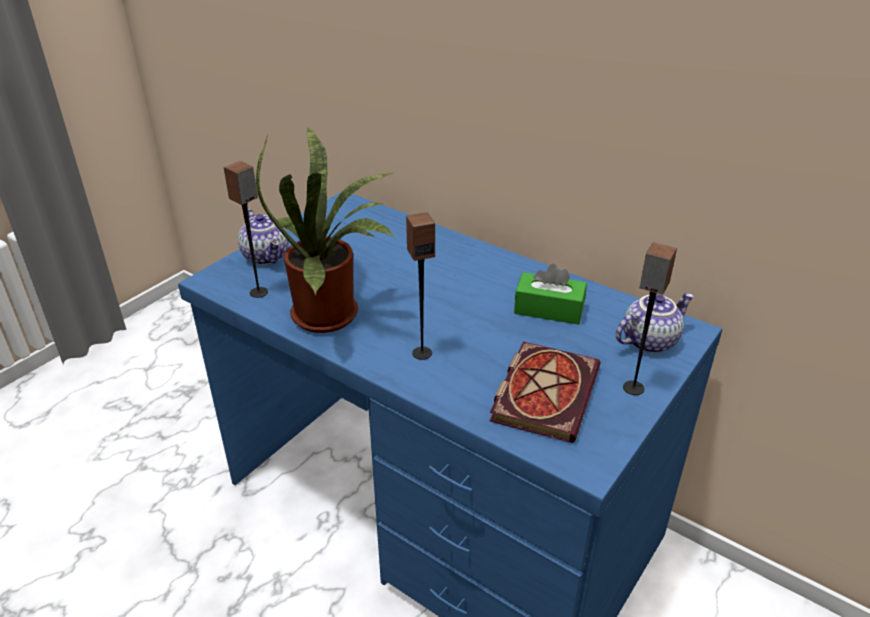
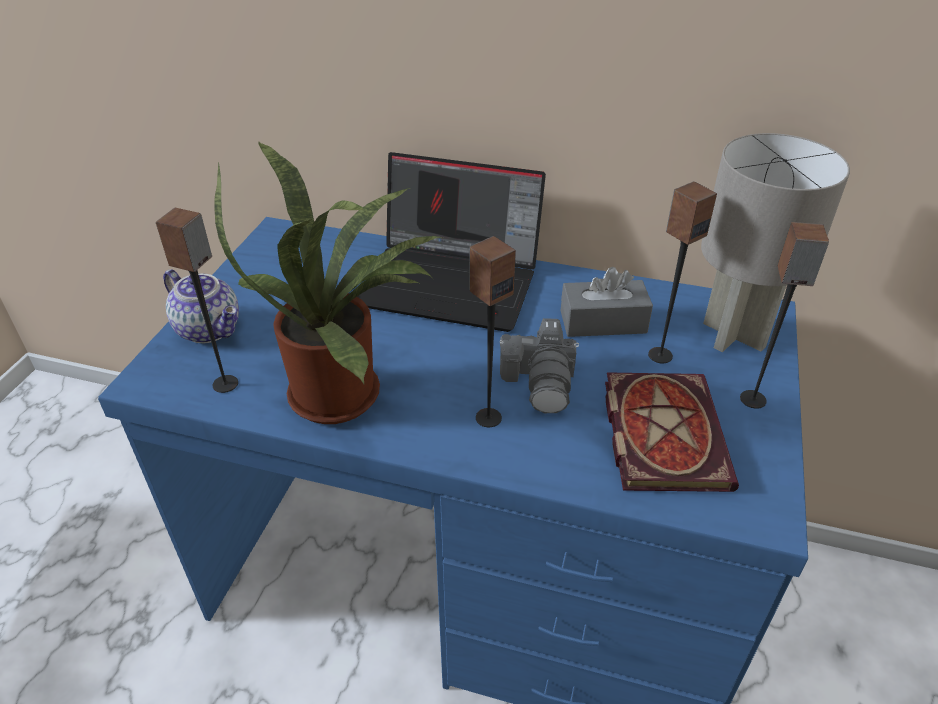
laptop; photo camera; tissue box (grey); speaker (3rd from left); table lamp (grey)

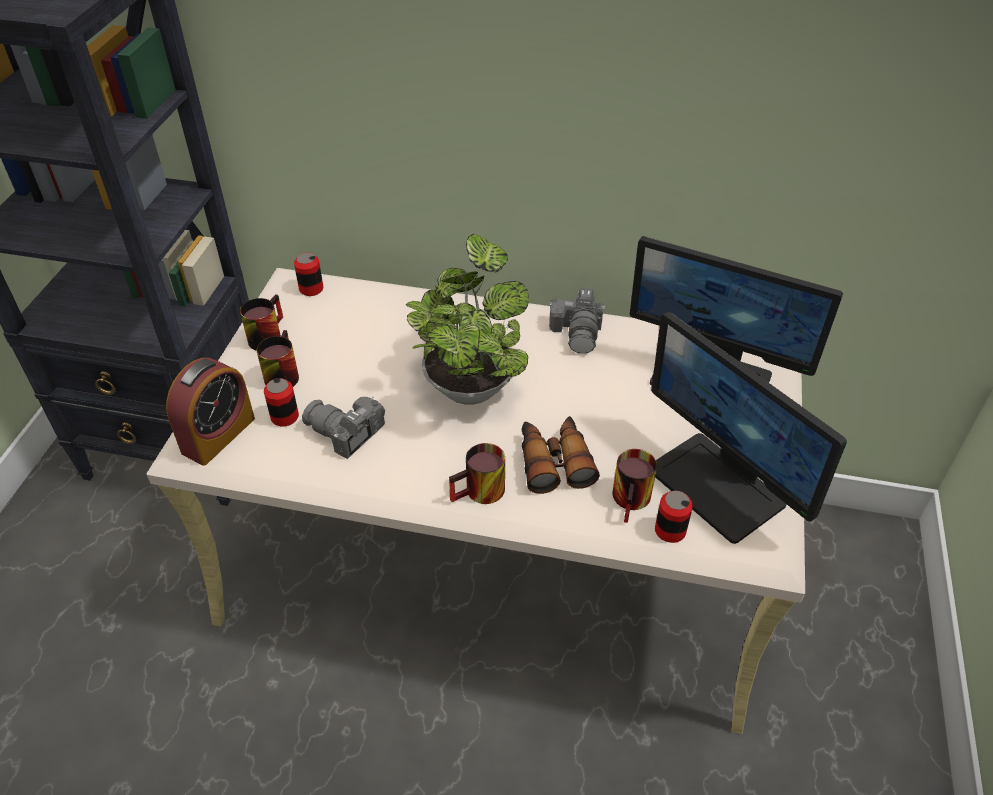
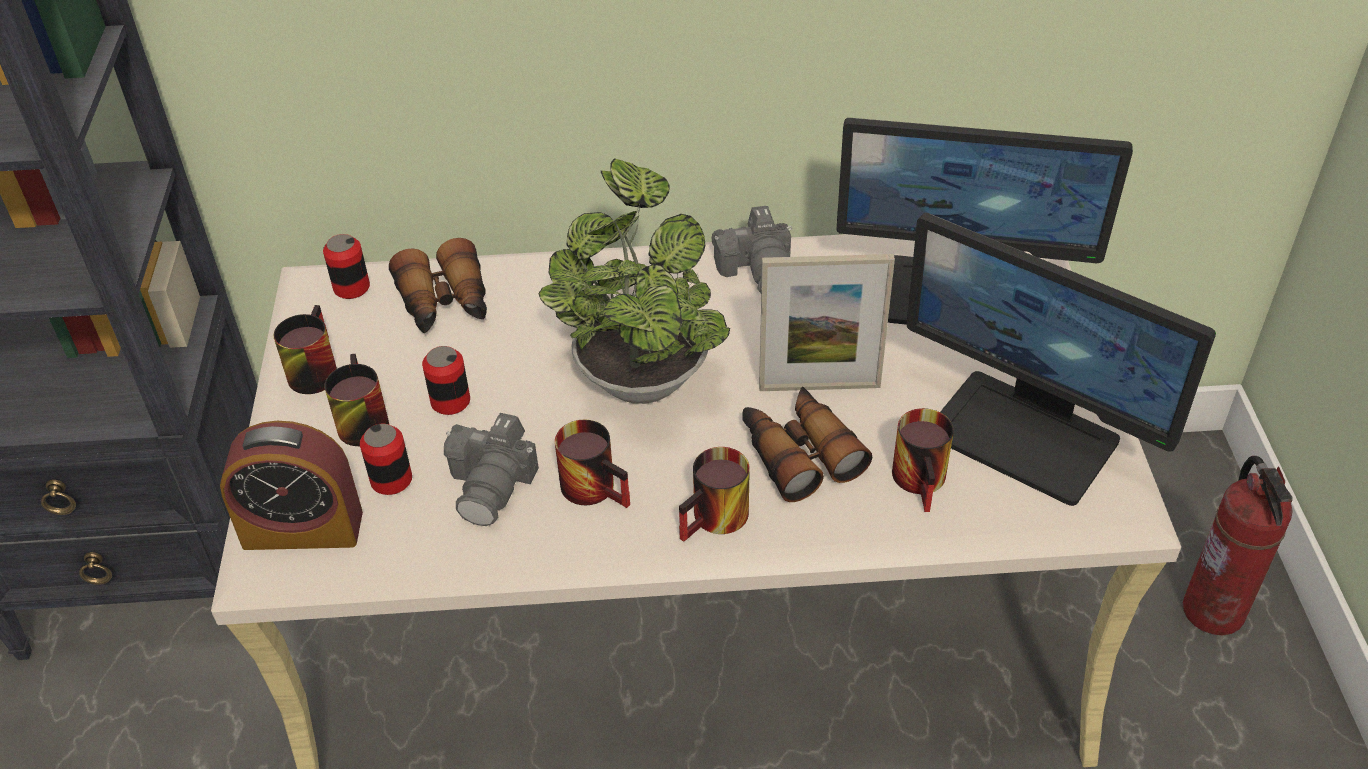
alarm clock; binoculars (1st from left); can (3rd from left); photo camera (1st from left); mug (3rd from left); picture frame; fire extinguisher

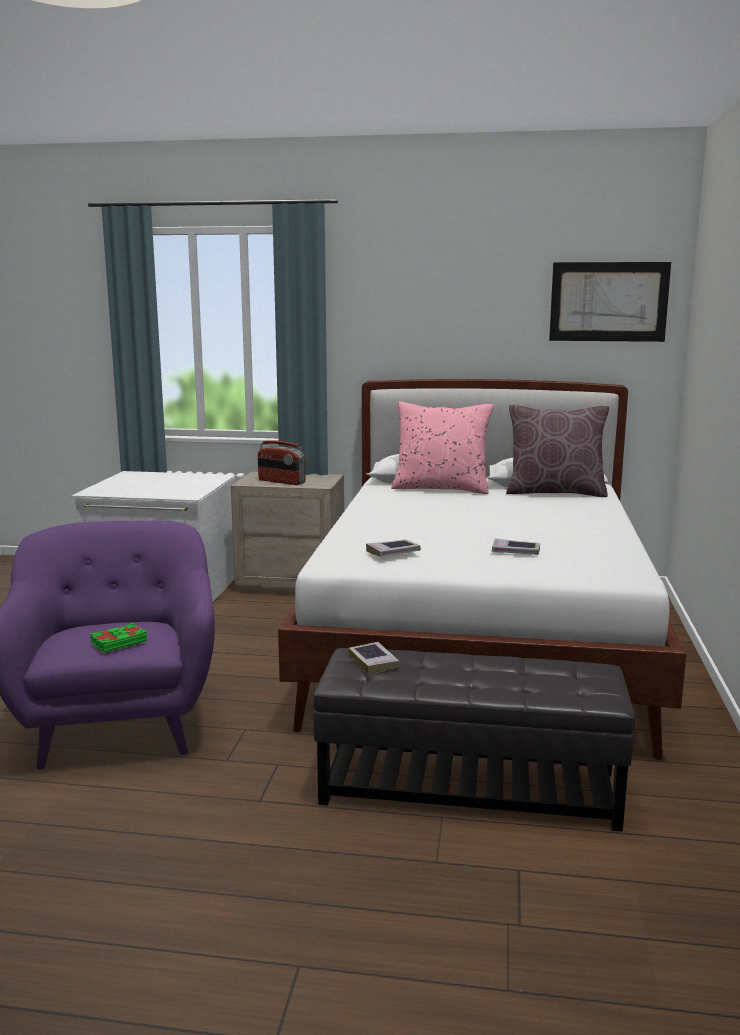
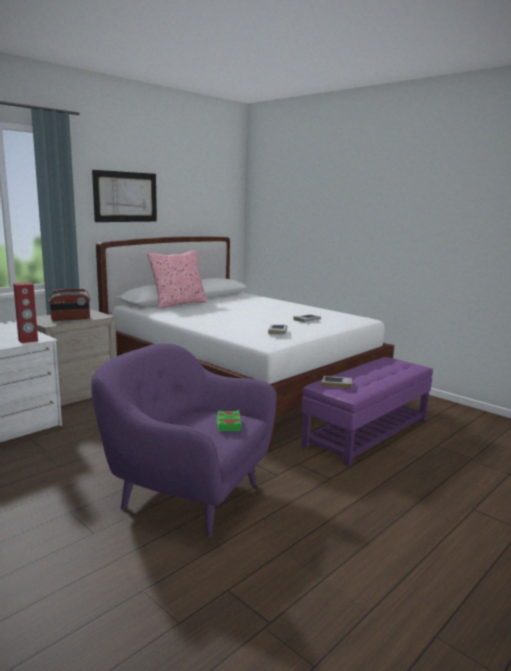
speaker (red); picture; ottoman (purple); pillow (brown)

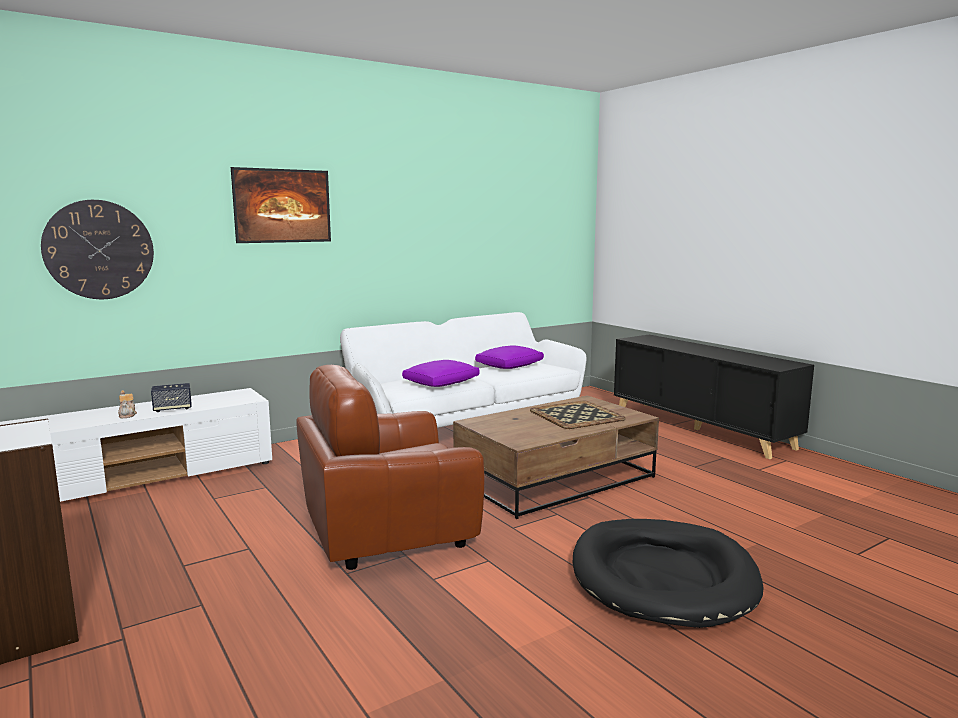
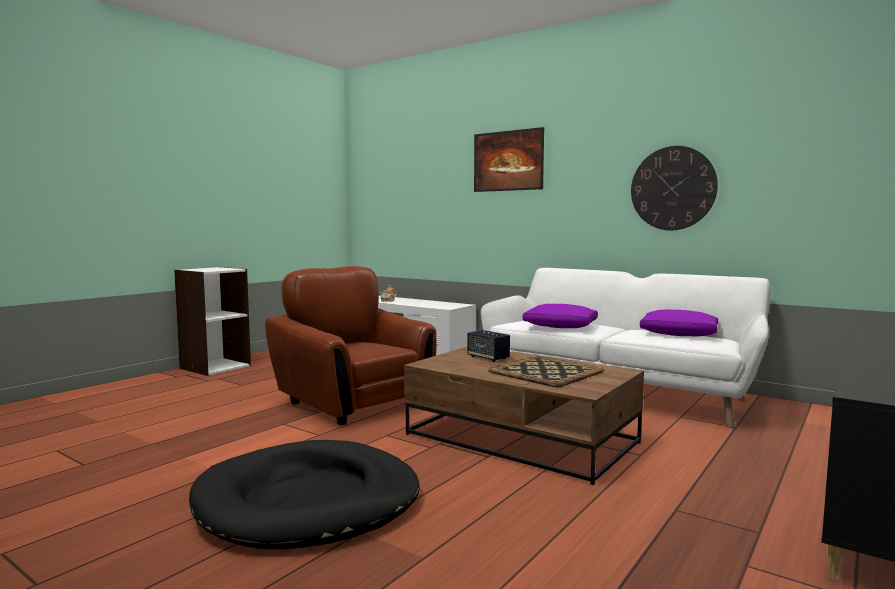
speaker; wall clock

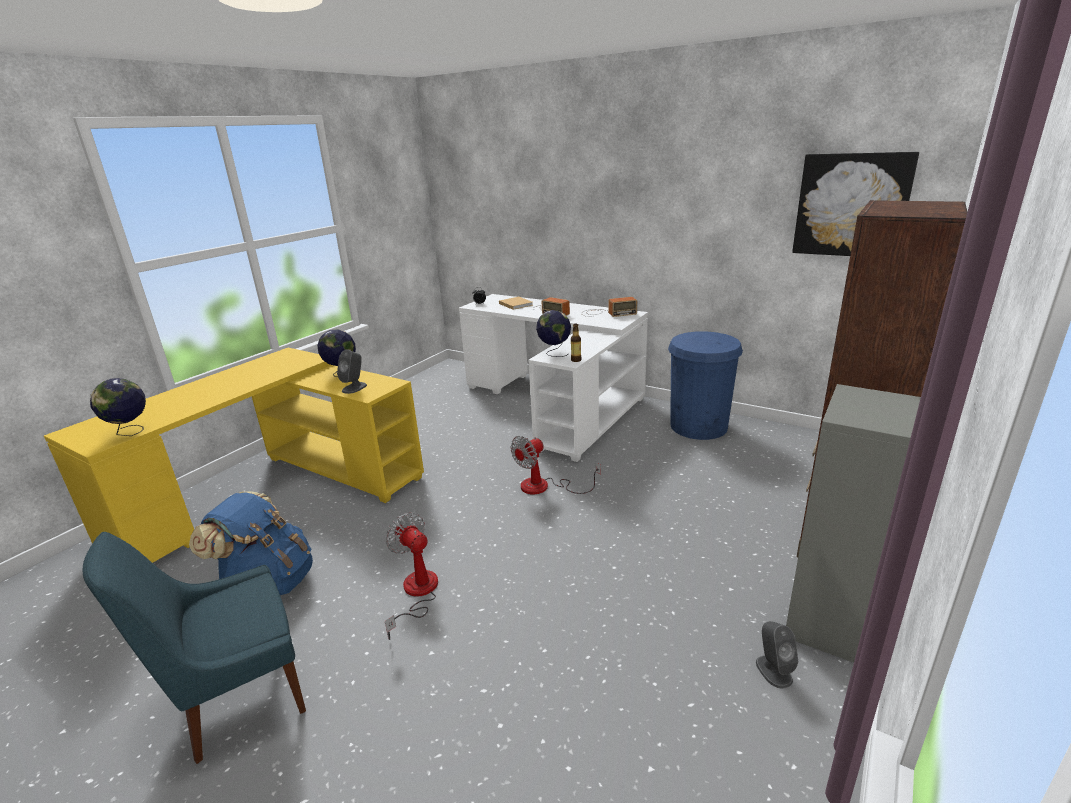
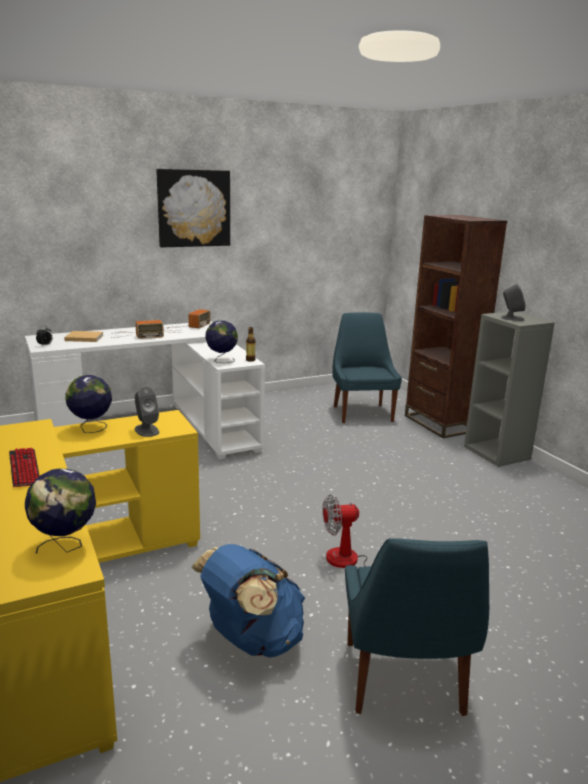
keyboard; picture; chair (blue) (1st from left); speaker (grey) (2nd from left); fan (2nd from left in the first image); trash can (blue)

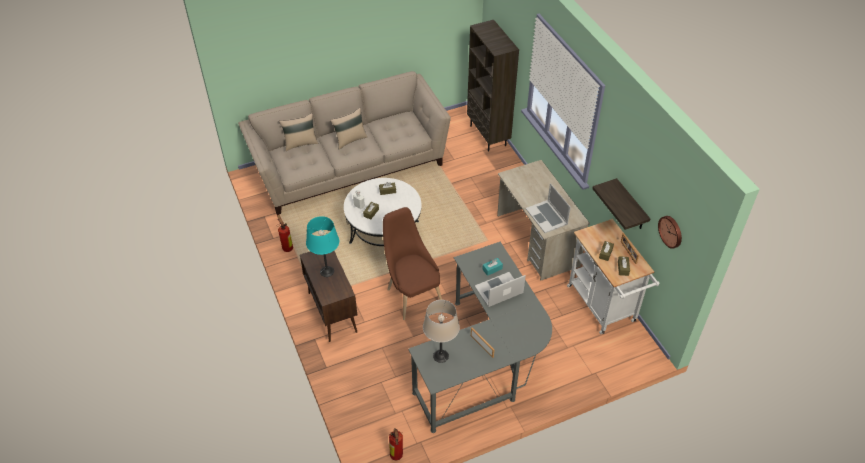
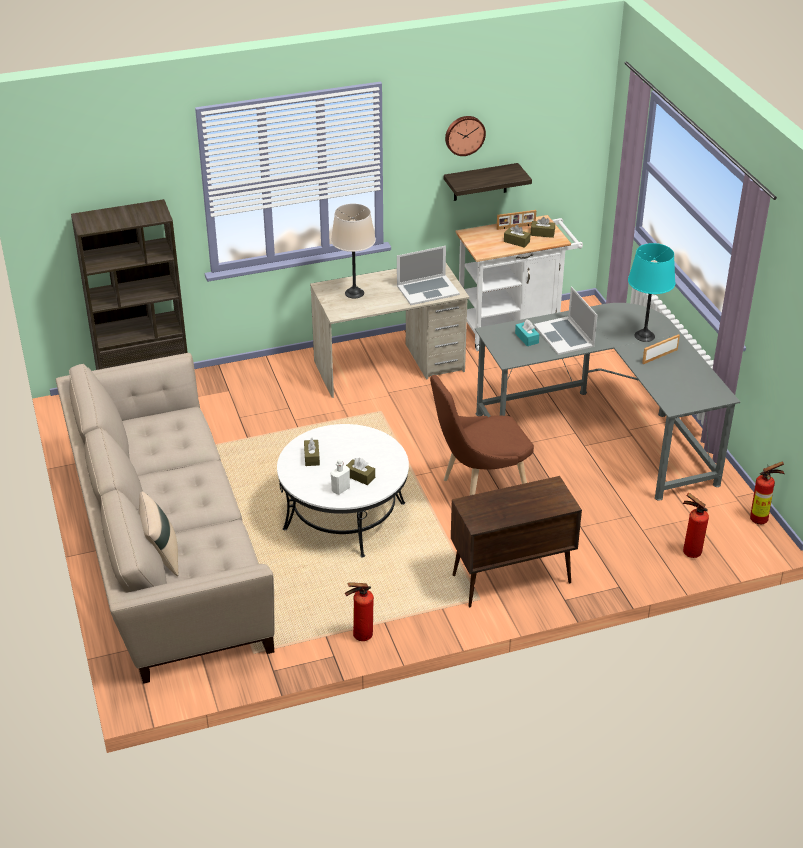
table lamp (beige); wall clock; table lamp (turquoise); fire extinguisher (2nd from left); pillow (beige) (2nd from left in the first image)

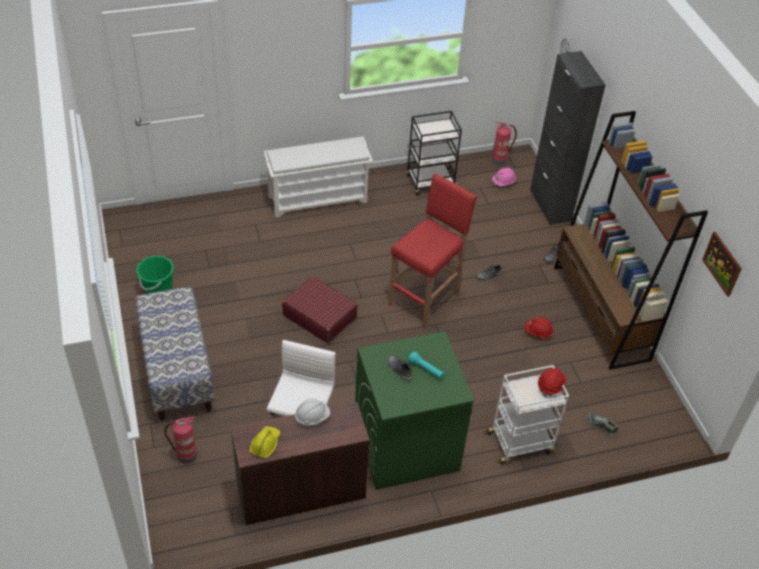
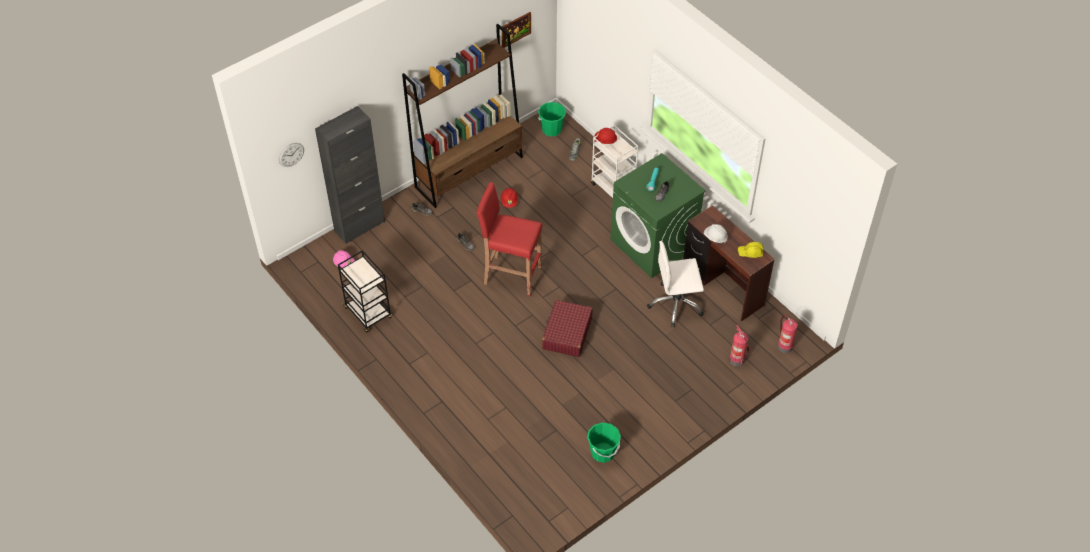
bucket (green) (1st from left); fire extinguisher (2nd from left); bench; shoe rack (white)

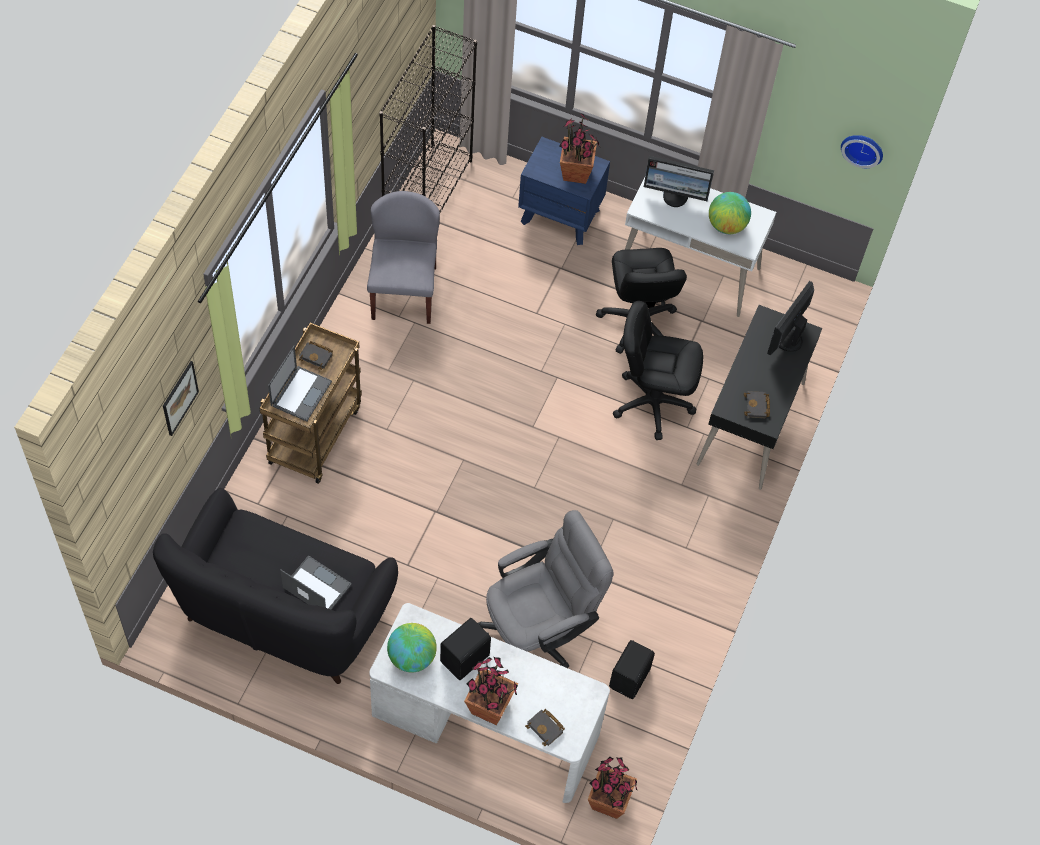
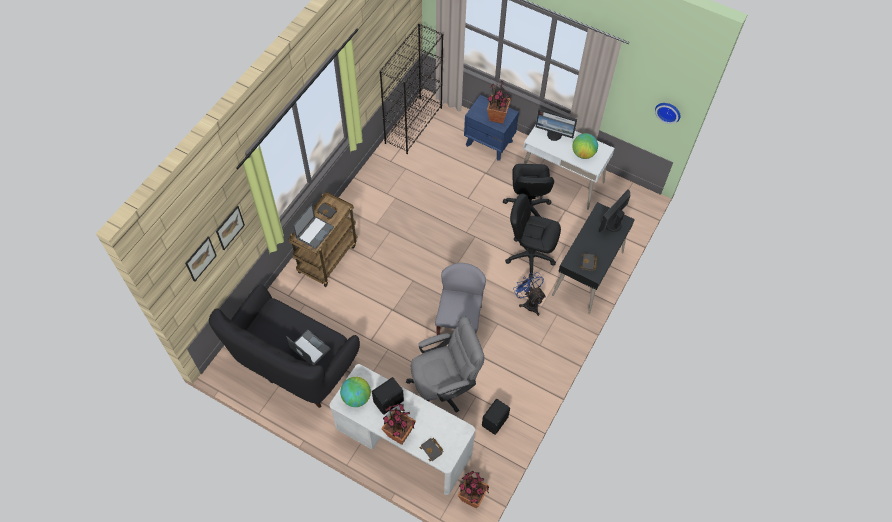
picture (1st from left); chair (grey); fan (blue)

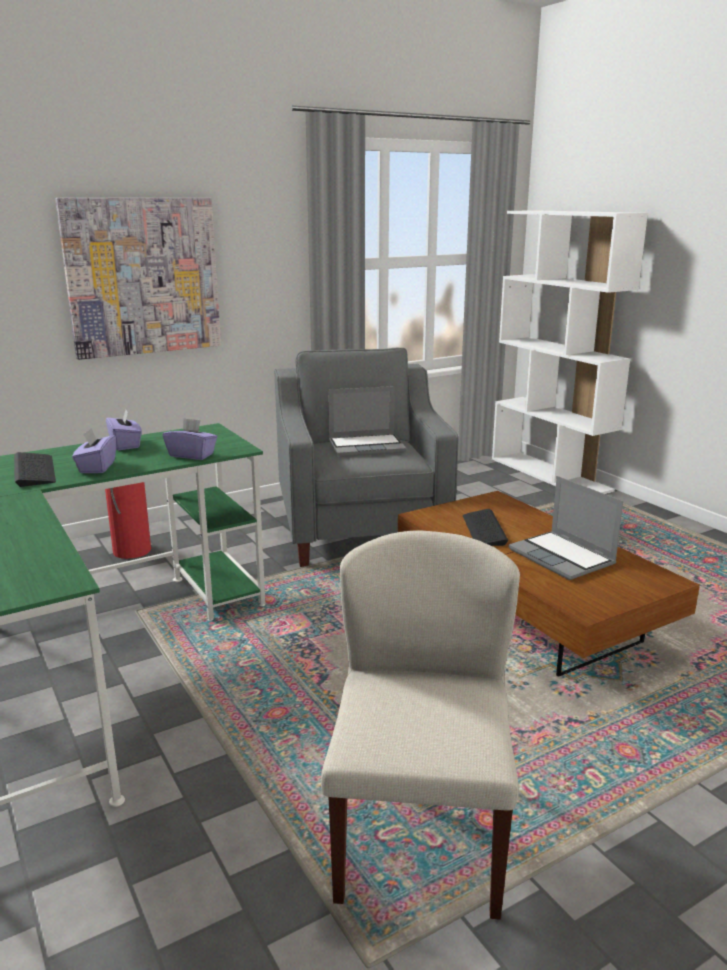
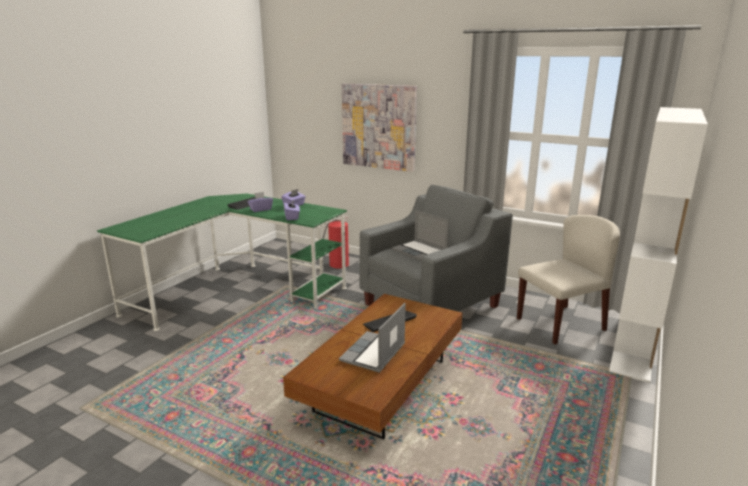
chair (beige)

